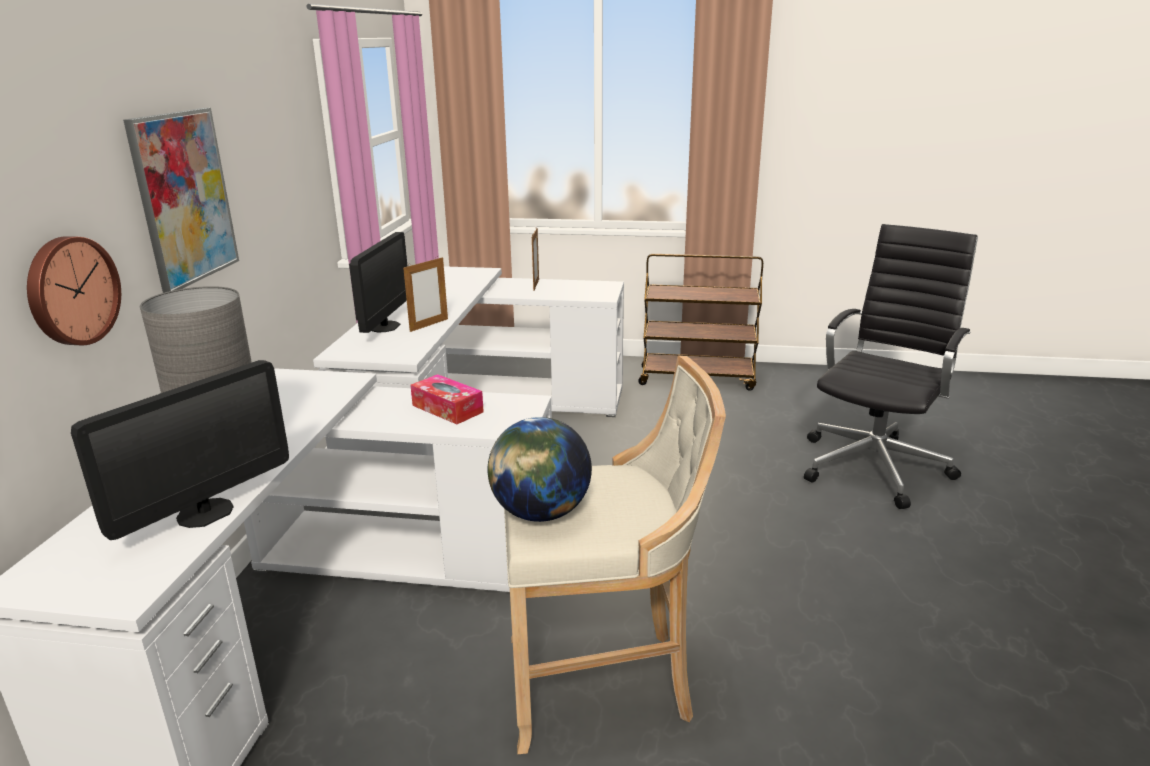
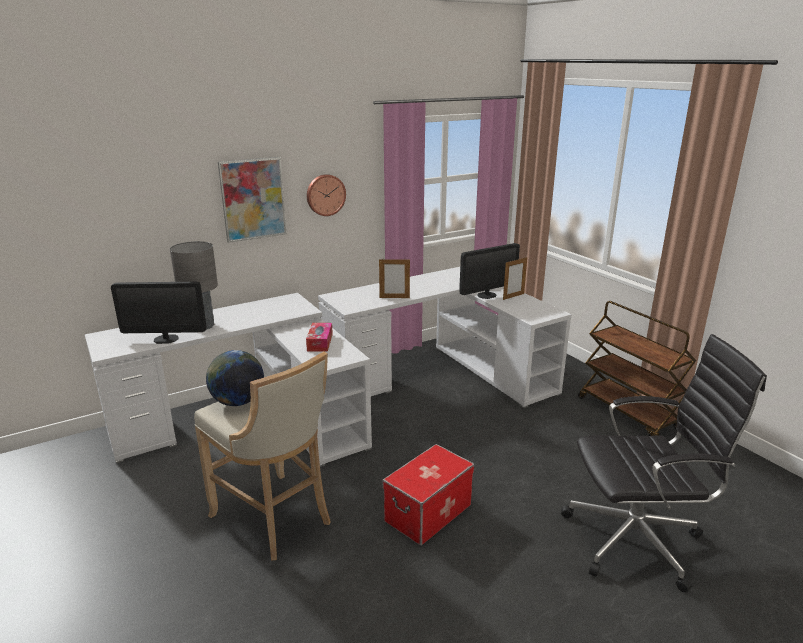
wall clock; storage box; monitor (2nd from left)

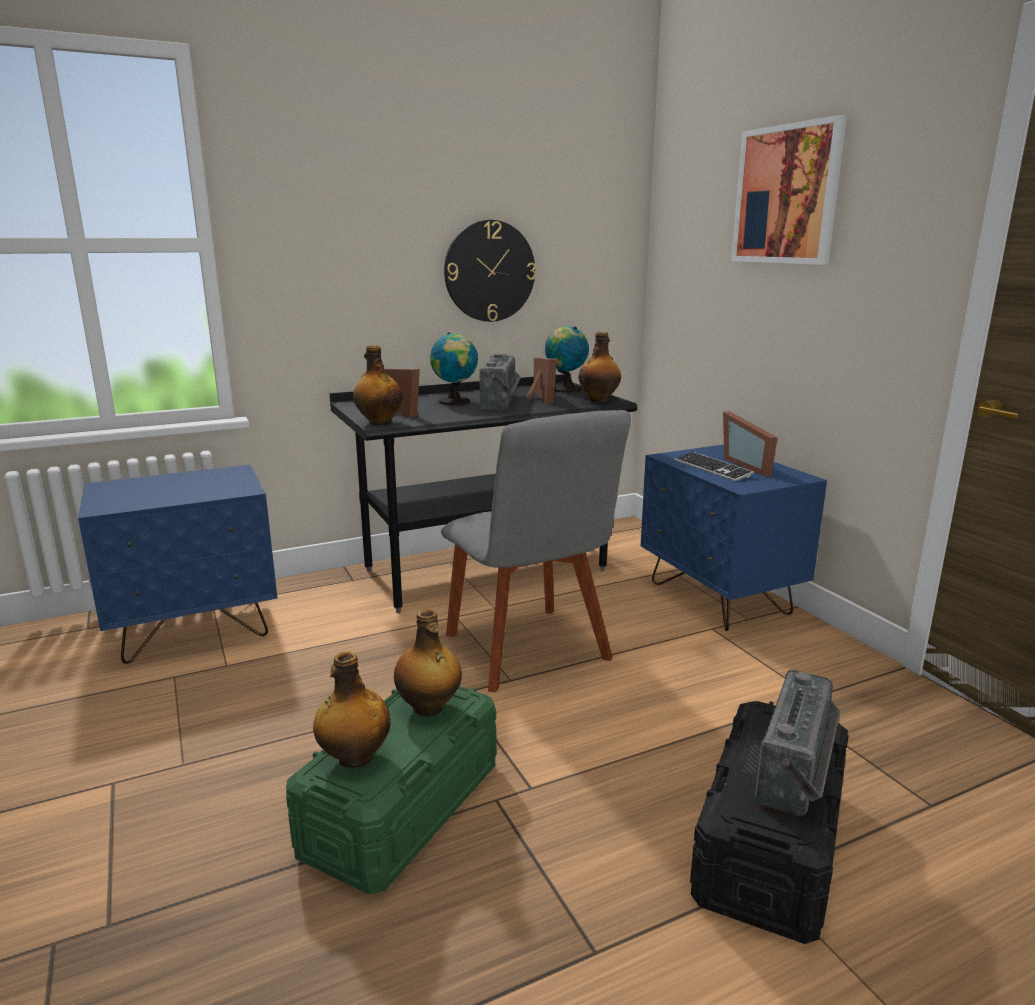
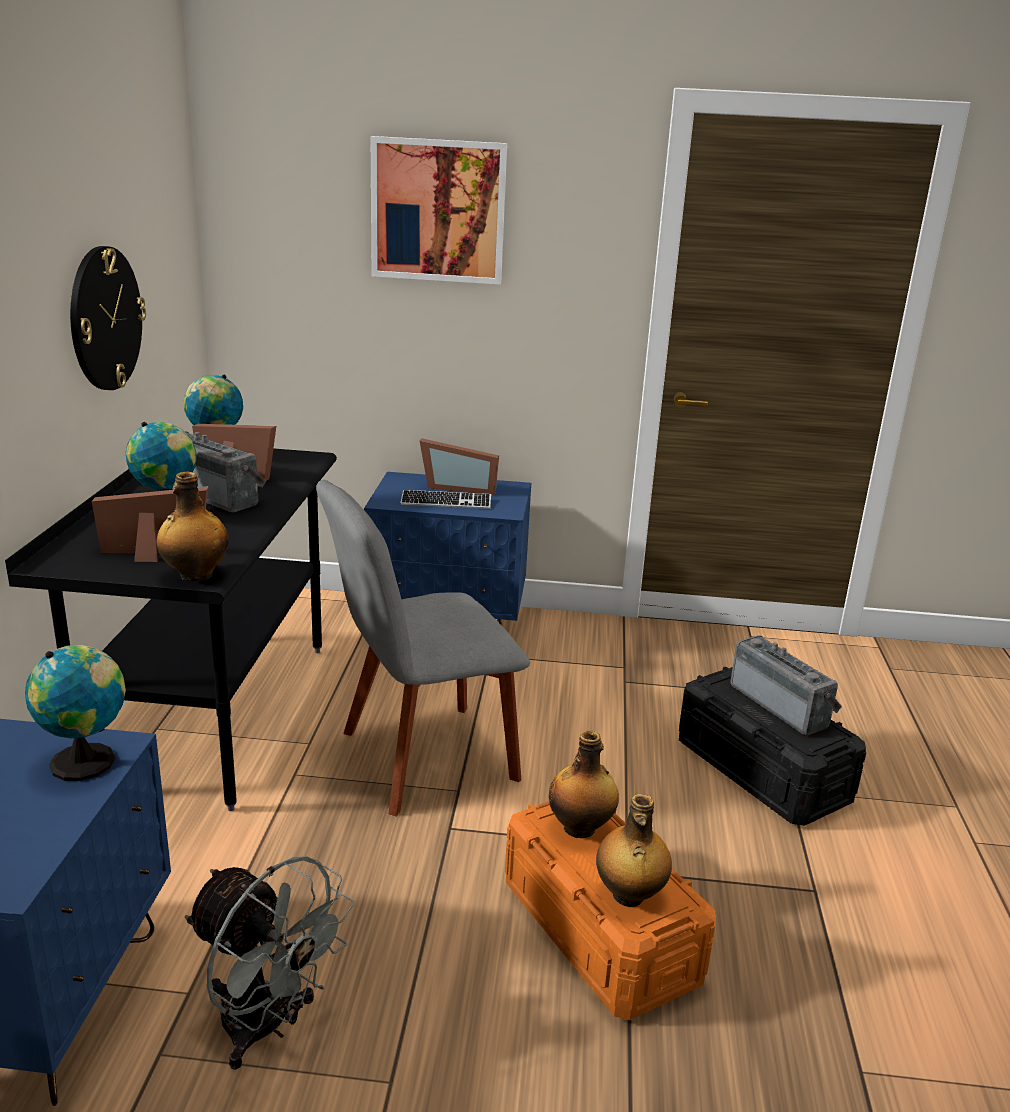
globe (1st from left); fan (grey); chair (grey); storage box (orange); bottle (4th from left in the first image)

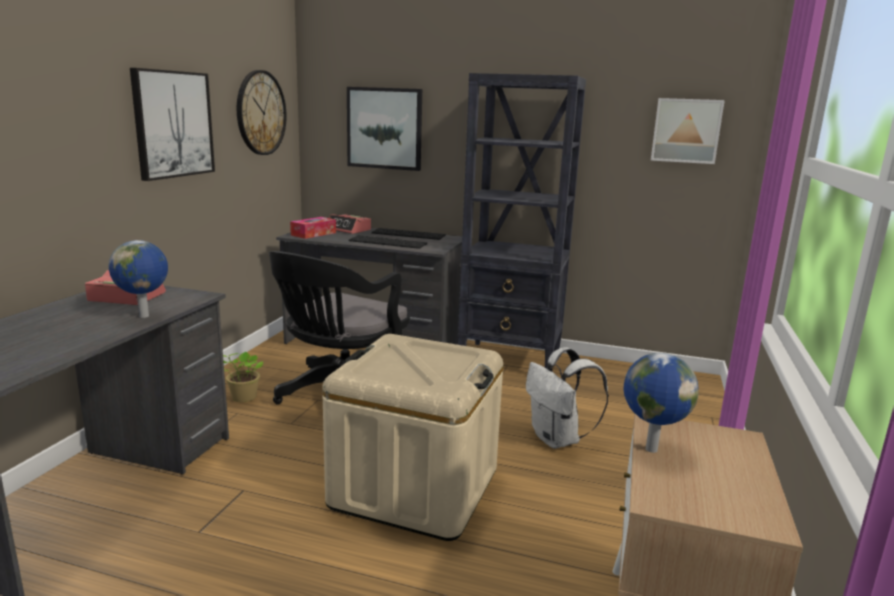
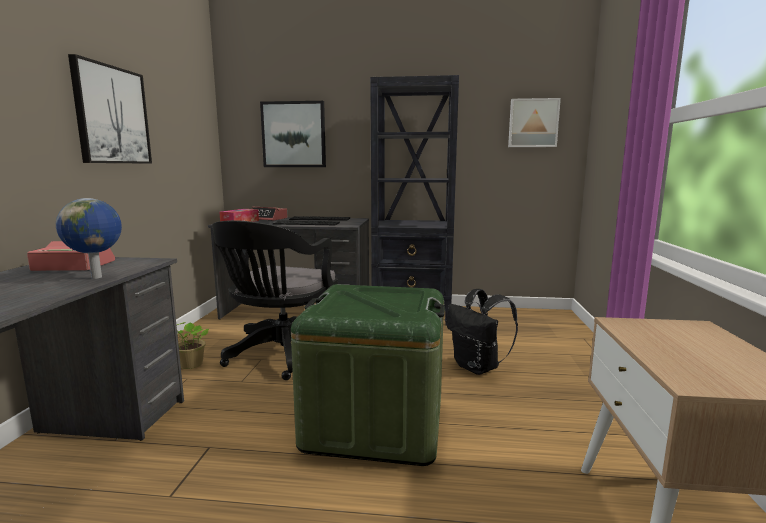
storage box (green); backpack (black); wall clock; globe (2nd from left in the first image)

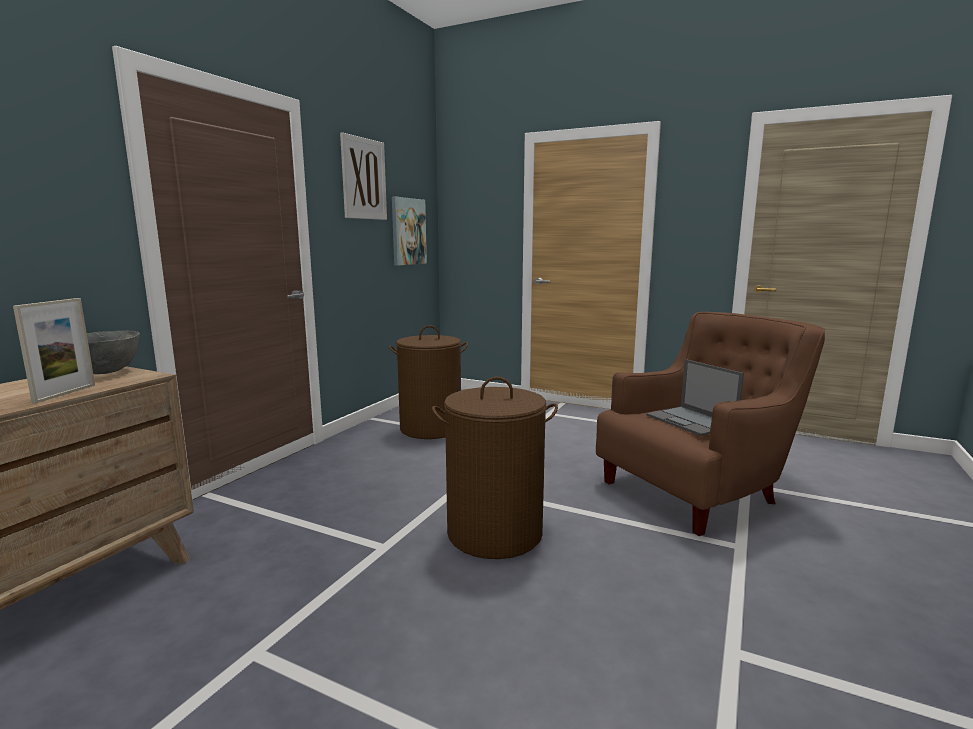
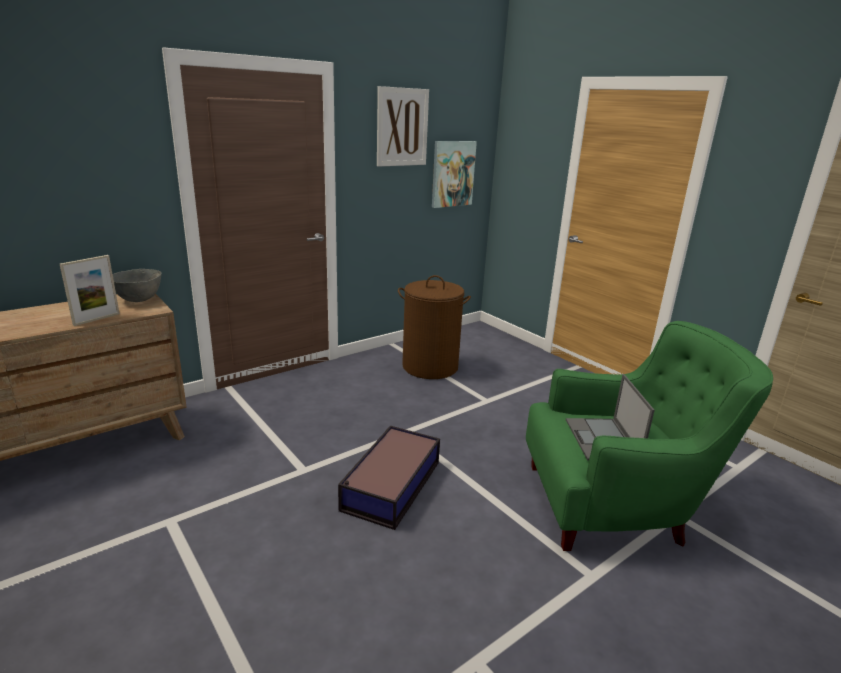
storage box; armchair (green)

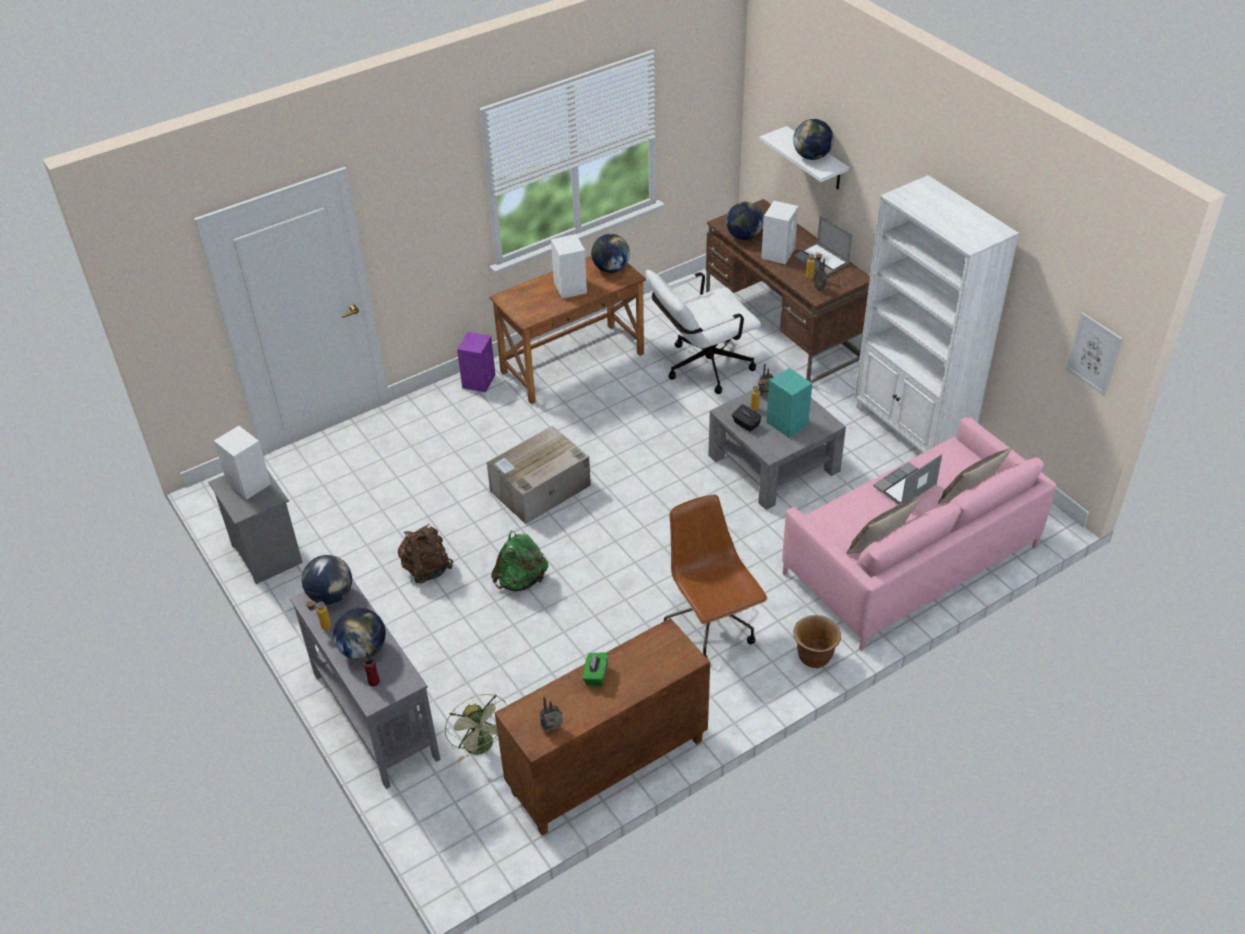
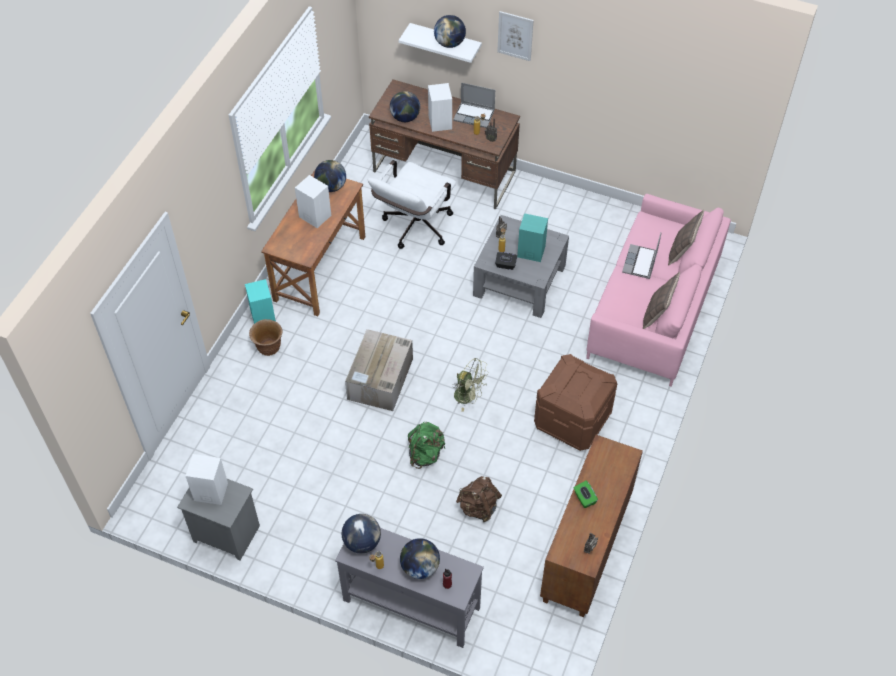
speaker (turquoise) (1st from left); planter (brown); fan (green); backpack (brown); picture; storage box (brown); bookcase (white)

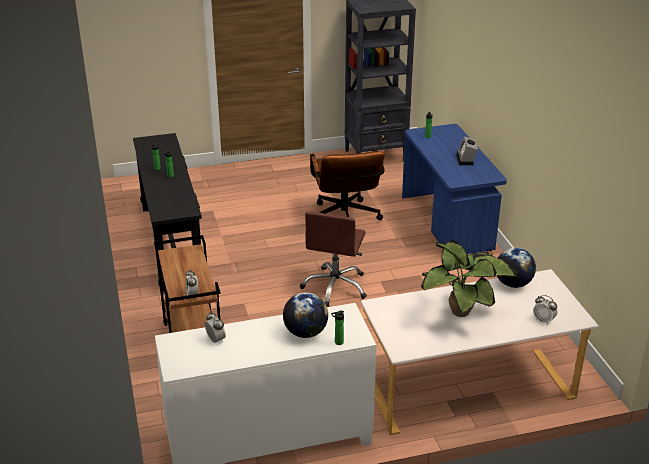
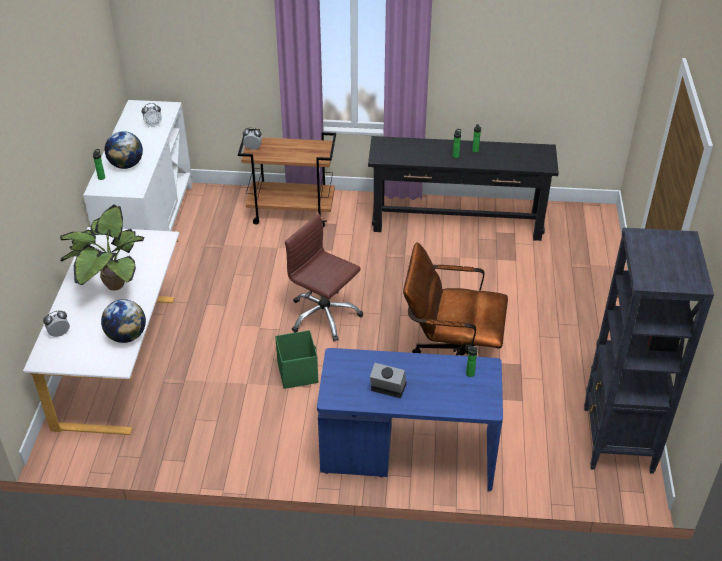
storage box (green)

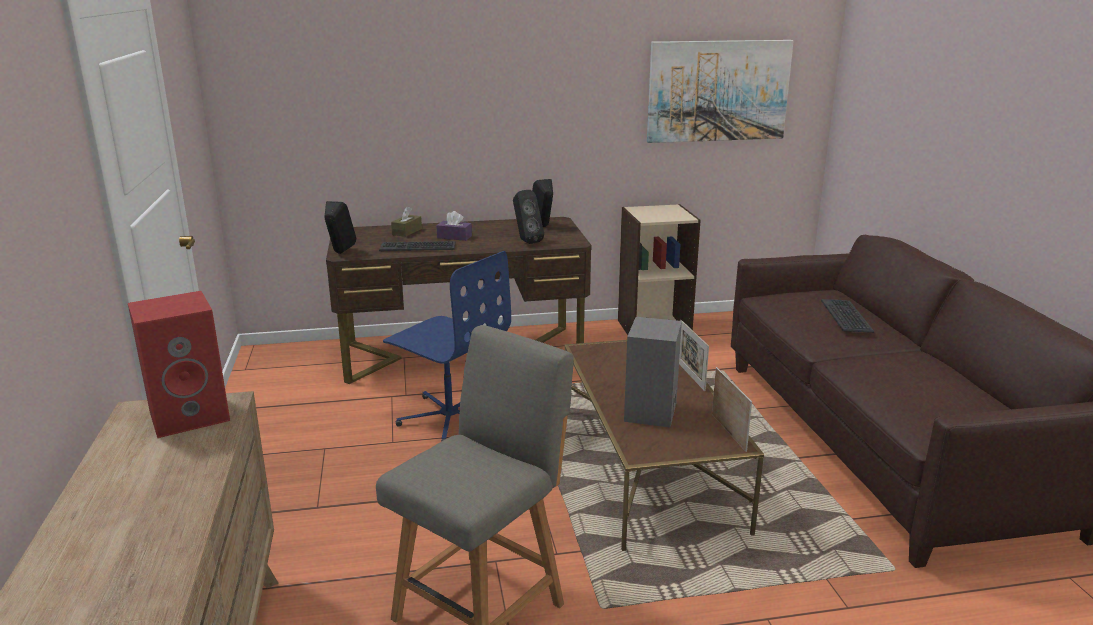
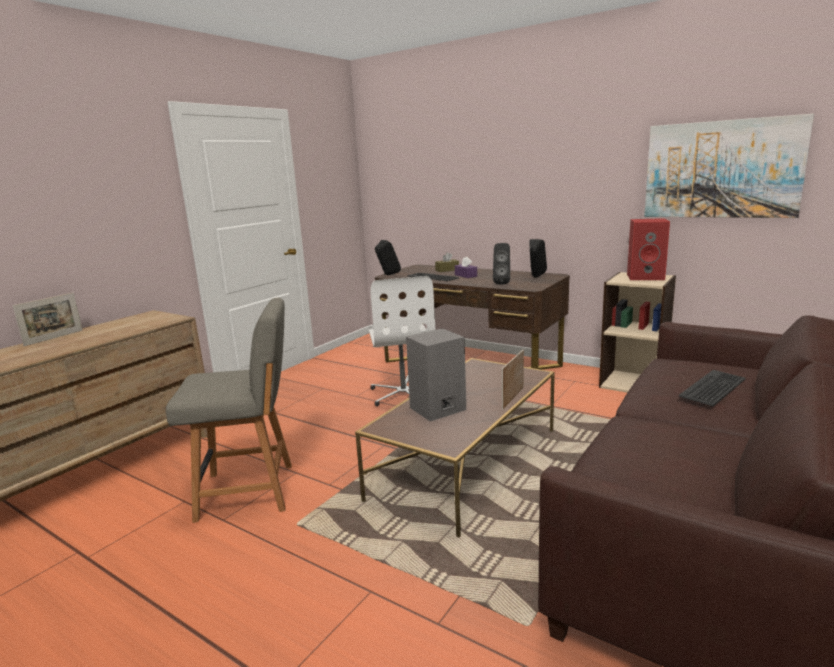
picture frame (1st from left); office chair (white); speaker (red)

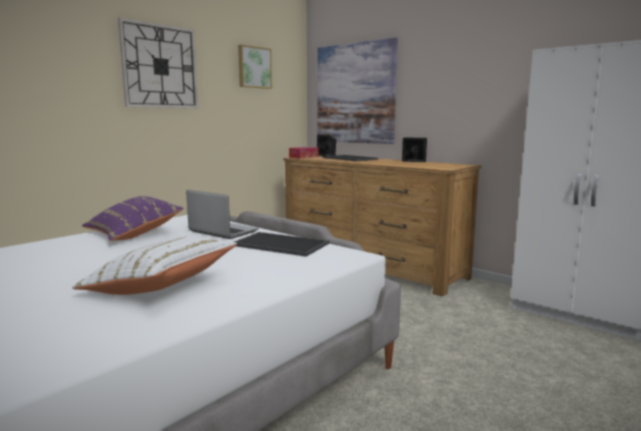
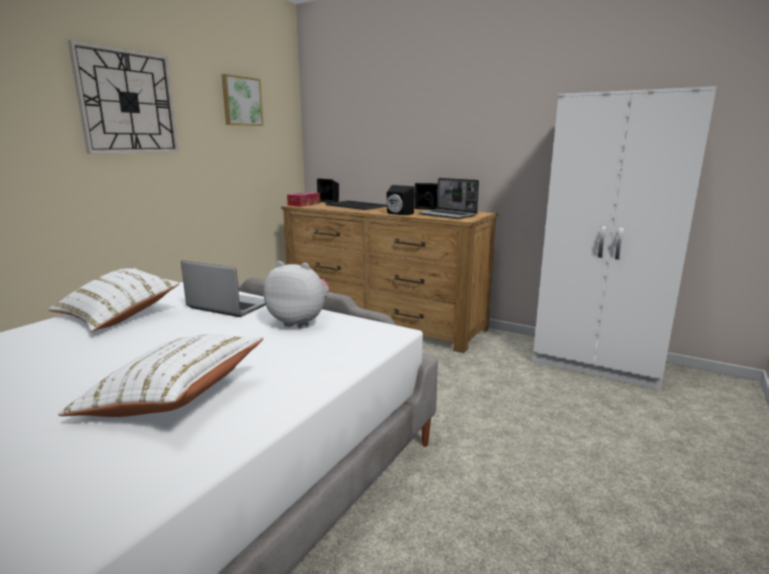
pillow (white) (1st from left); plush toy; speaker (black) (2nd from left); laptop (2nd from left); picture (2nd from left in the first image)

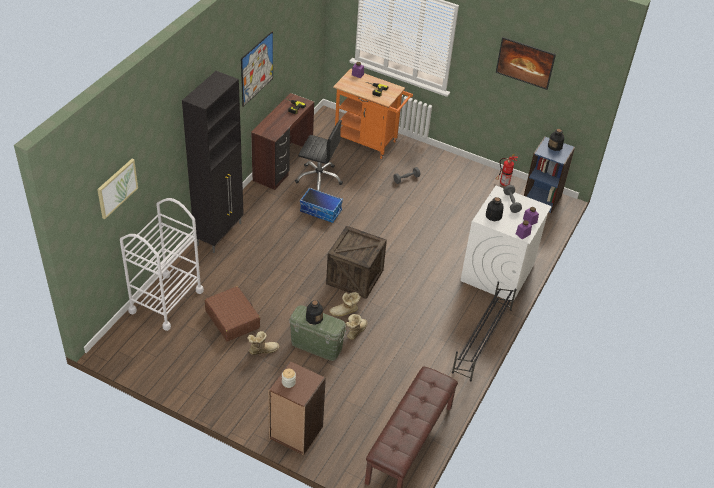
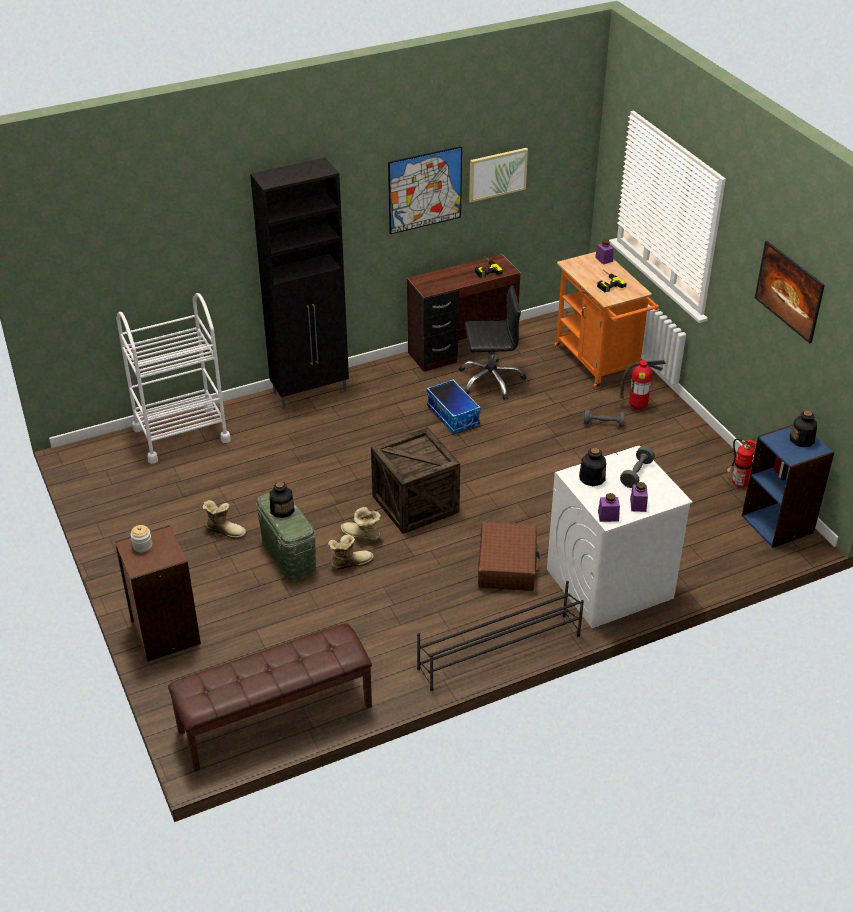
office chair (black); picture (2nd from left); suitcase (brown); fire extinguisher (1st from left)

